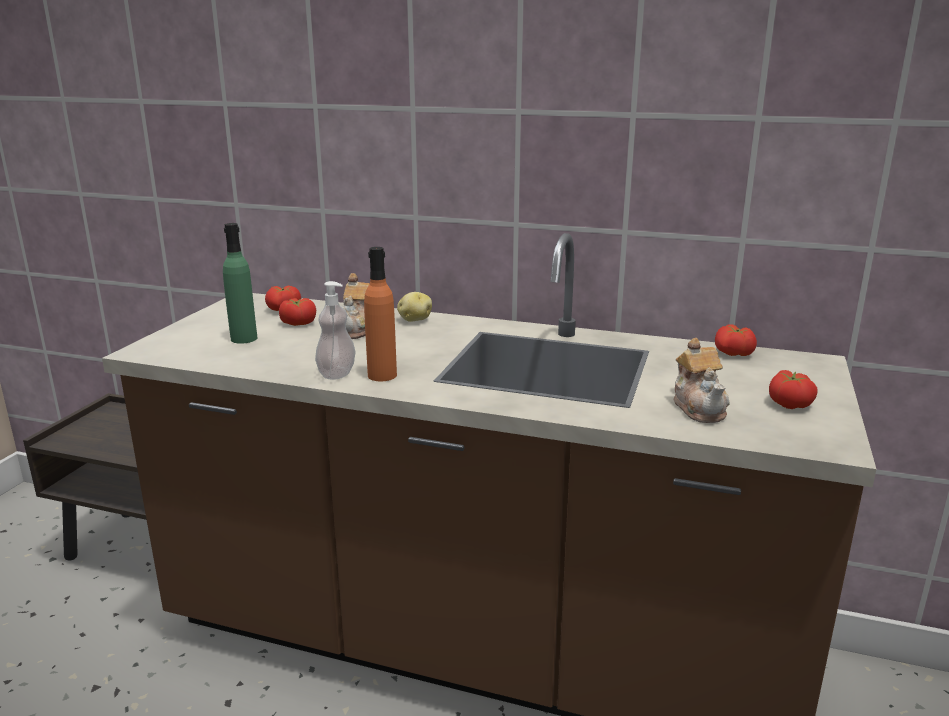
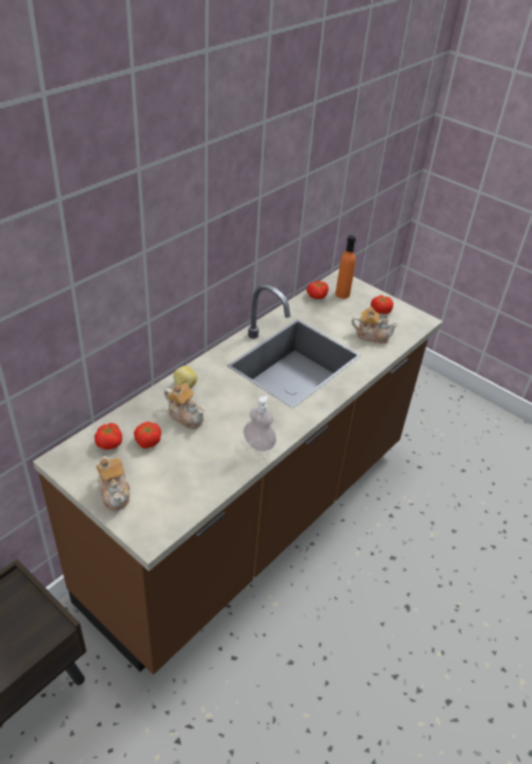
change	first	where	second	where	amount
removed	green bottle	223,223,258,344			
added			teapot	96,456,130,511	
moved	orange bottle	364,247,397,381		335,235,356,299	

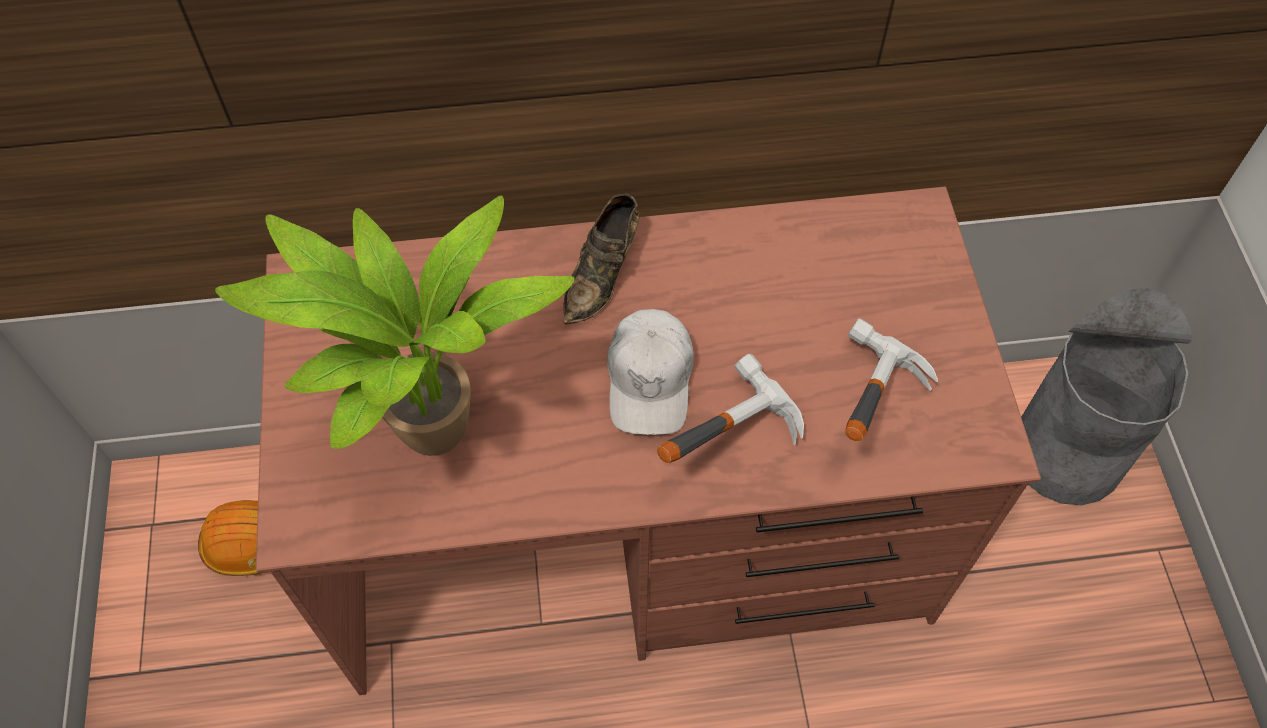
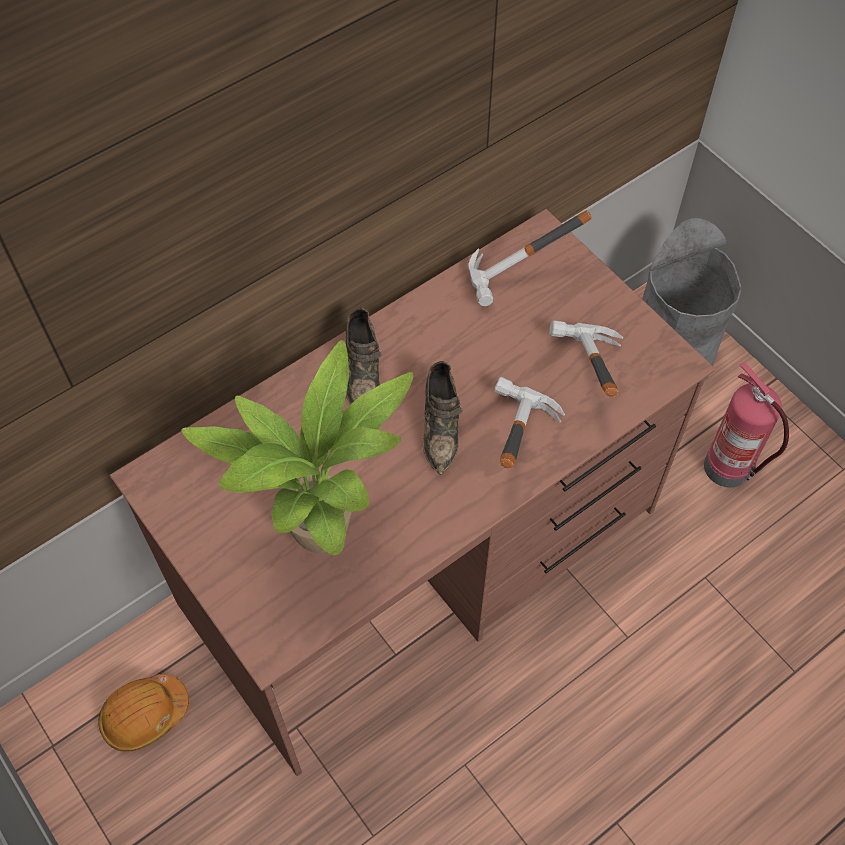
change	first	where	second	where	amount
added			hammer	469,210,592,306	
added			fire extinguisher	704,362,789,488	
replaced	white cap	607,309,694,435	brown shoe	423,361,462,475	

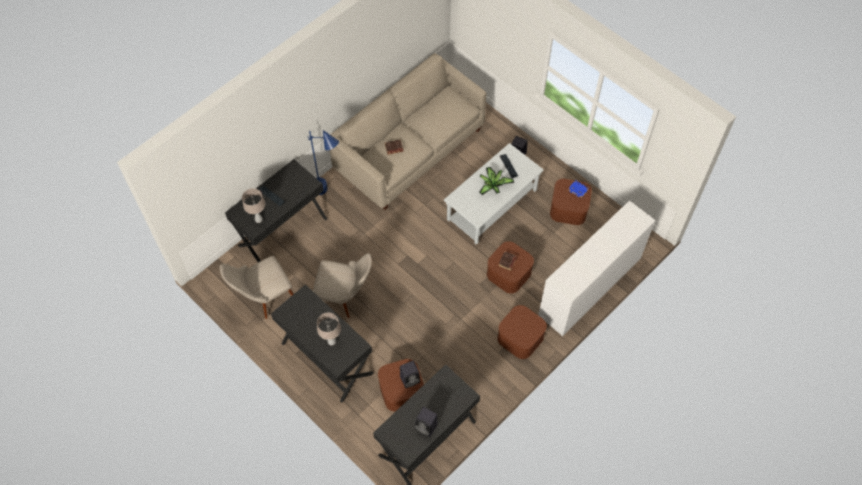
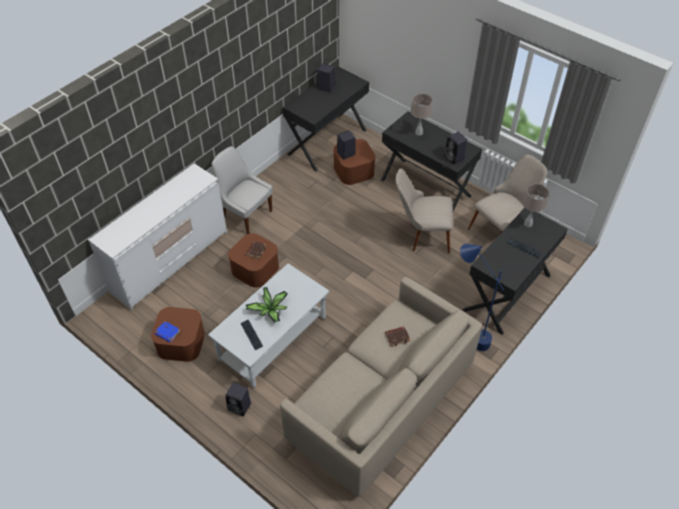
change	first	where	second	where	amount
added			black speaker	444,132,467,164	
replaced	brown storage box	498,305,547,359	white chair	212,146,273,234	

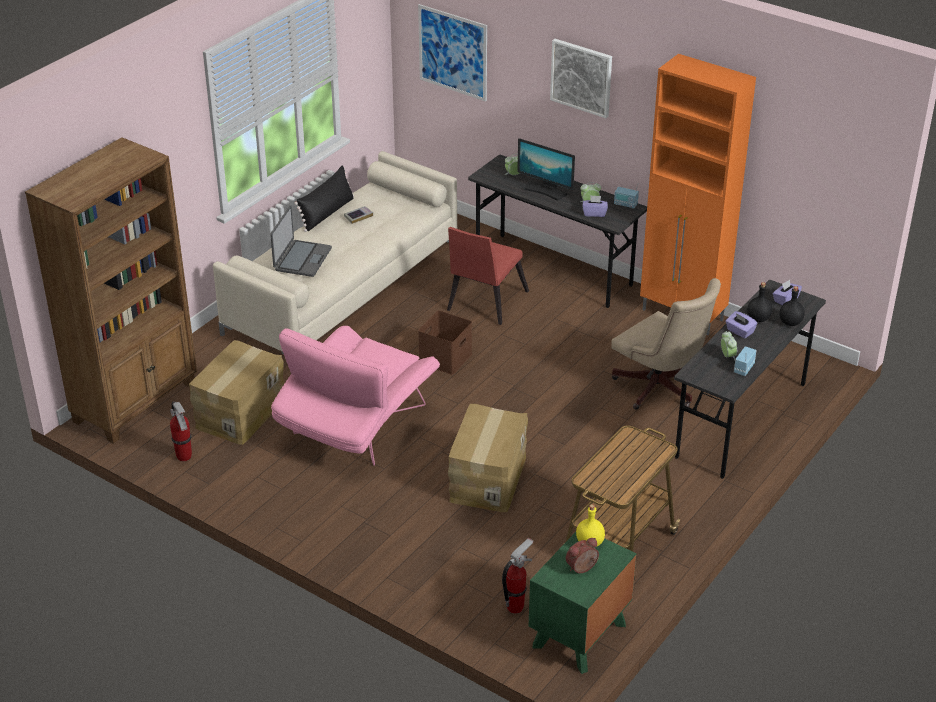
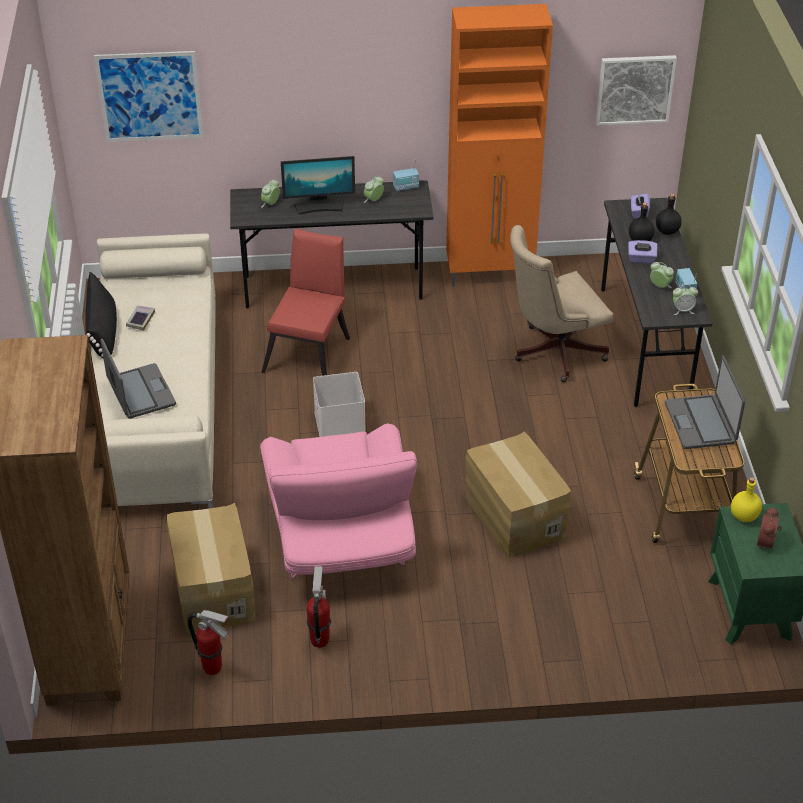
change	first	where	second	where	amount
removed	purple tissue box	582,195,608,217			
added			laptop	665,355,745,449	
added			alarm clock	673,284,698,315	
moved	fire extinguisher	502,538,534,614		306,565,331,648	
moved	picture	550,39,612,118		596,55,677,126	
recoloured	brown storage box	418,310,472,375	white storage box	313,372,366,437	
turned	red chair	447,227,529,325		262,229,350,376	150 degrees counterclockwise
turned	beige office chair	611,278,721,410		510,225,613,382	150 degrees clockwise

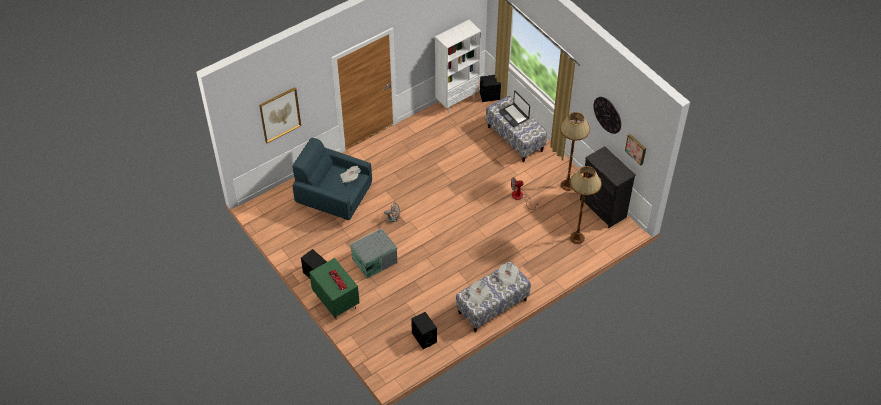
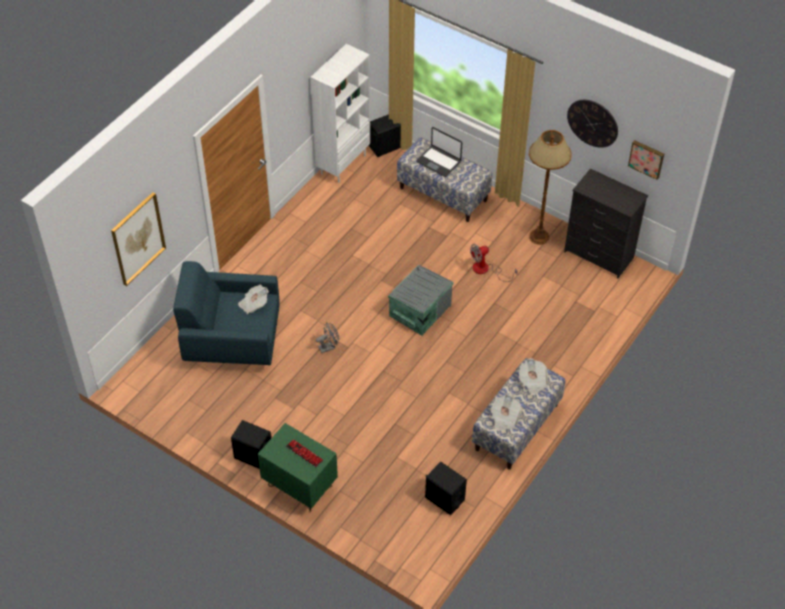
change	first	where	second	where	amount
removed	brown floor lamp	570,166,602,244			
moved	grey storage box	350,229,397,279		388,265,453,336	

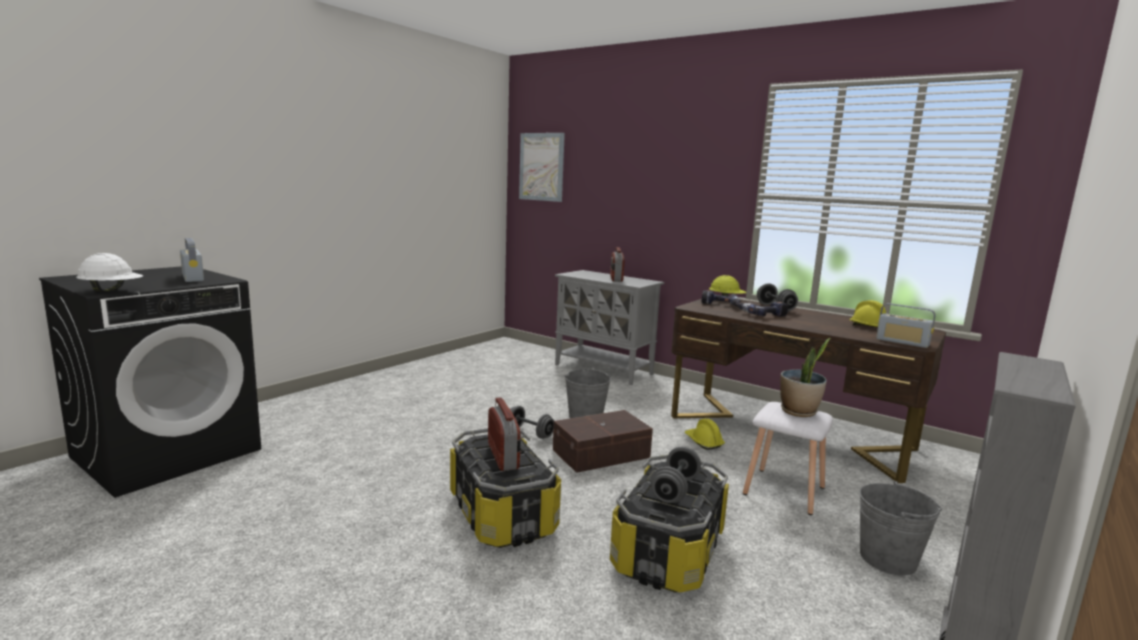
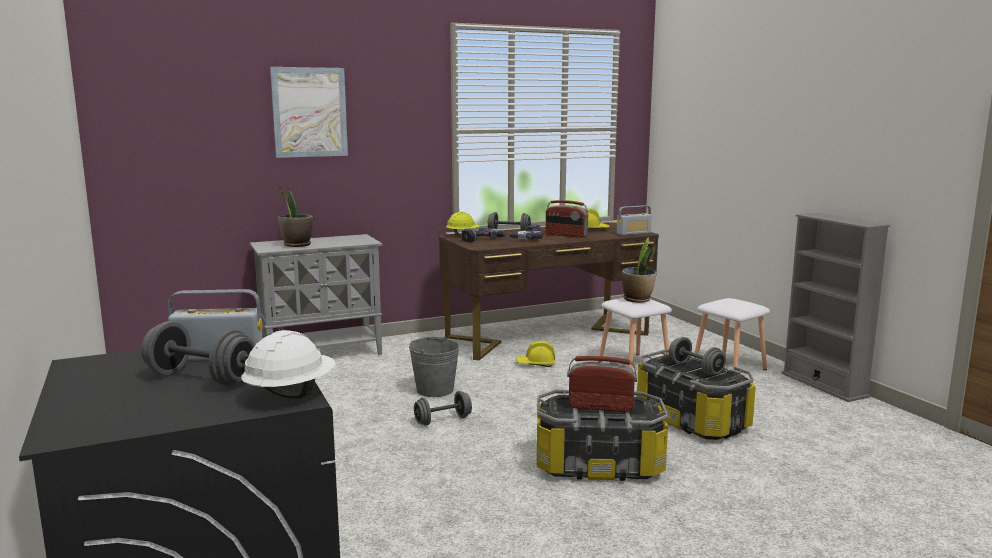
change	first	where	second	where	amount
removed	brown storage box	553,410,653,473			
added			grey dumbbell	141,321,255,386	
added			potted plant	278,185,313,247	
moved	picture	519,133,565,202		270,67,348,158	
moved	radio	610,247,625,282		546,200,589,238	
replaced	grey bucket	859,481,942,576	white stool	693,298,770,372	

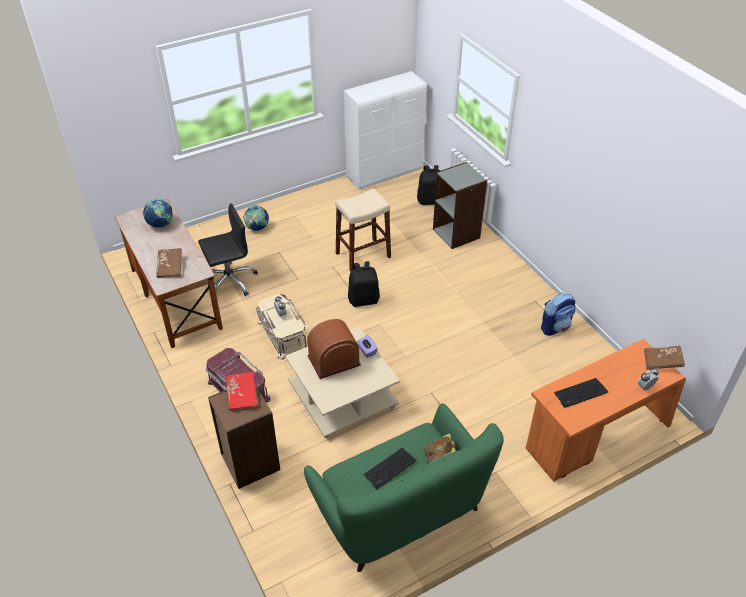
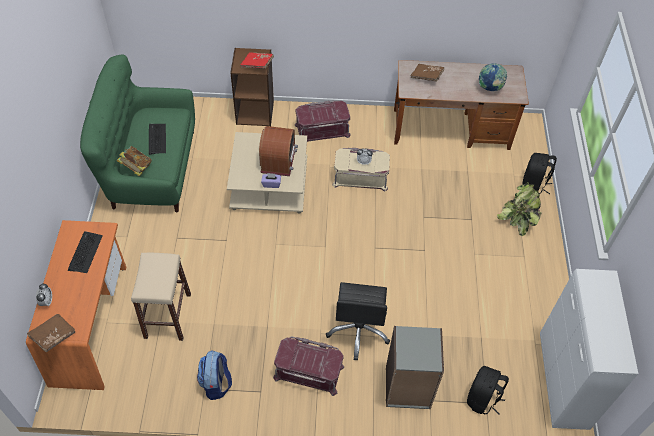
change	first	where	second	where	amount
added			red storage box	273,336,344,396	
moved	black office chair	198,203,258,297		326,282,390,361	
moved	beige stool	335,188,391,272		131,253,191,341	
moved	black backpack	348,261,380,307		522,153,557,194	
replaced	globe	243,205,269,231	potted plant	497,182,542,236	

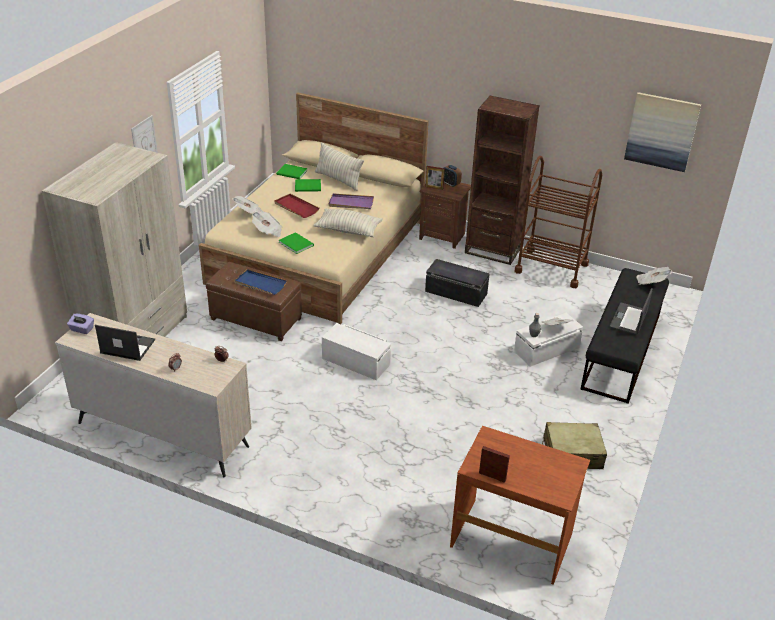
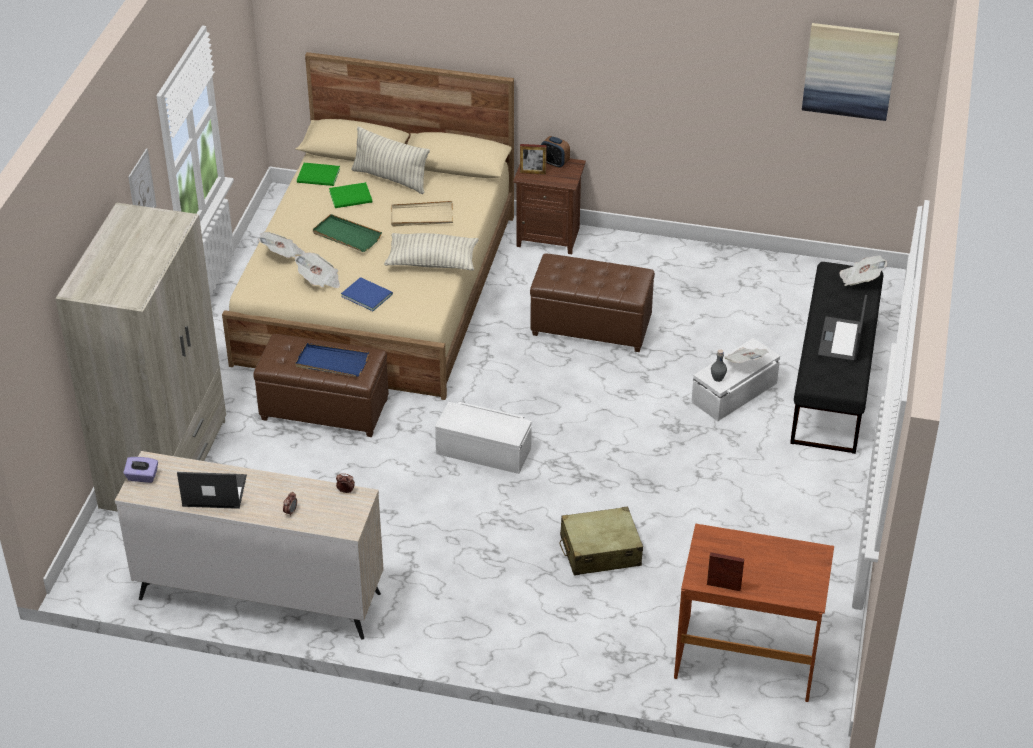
change	first	where	second	where	amount
removed	brown bookcase	465,96,540,265			
removed	brown cart	515,156,602,288			
moved	beige suitcase	542,422,607,469		560,507,643,576	
replaced	black storage box	425,259,490,307	brown ottoman	530,253,655,352	
recoloured	red tray	275,194,319,218	green tray	313,214,382,252	
recoloured	green book	279,232,314,254	blue book	341,277,393,311	
recoloured	purple tray	329,194,374,209	beige tray	391,201,453,227	

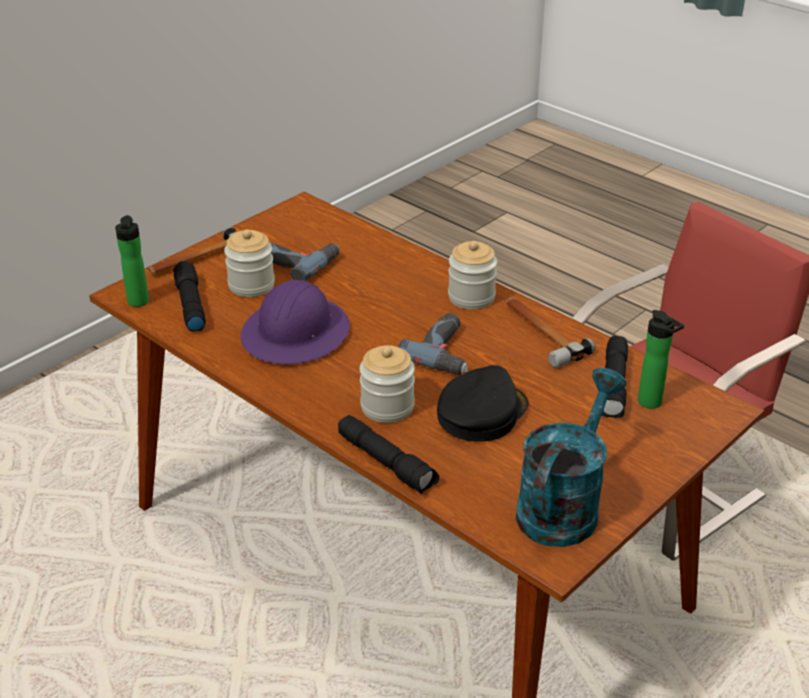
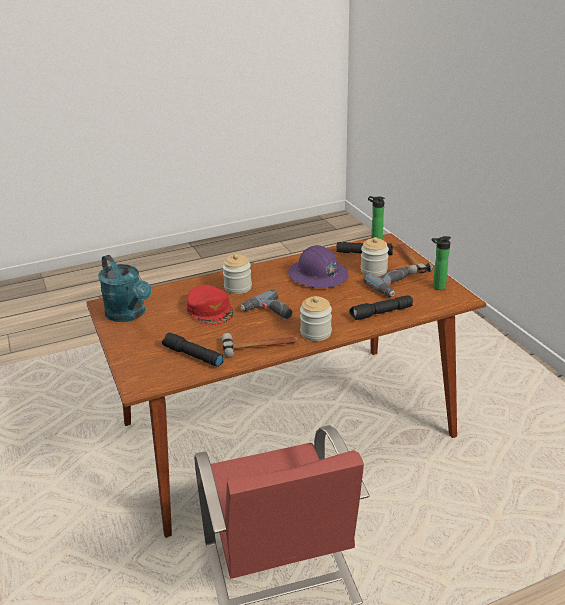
change	first	where	second	where	amount
moved	black flashlight	338,415,439,494		349,295,413,320	
moved	bottle	638,310,684,409		432,236,451,290	
recoloured	black cap	437,365,528,442	red cap	186,285,233,326	

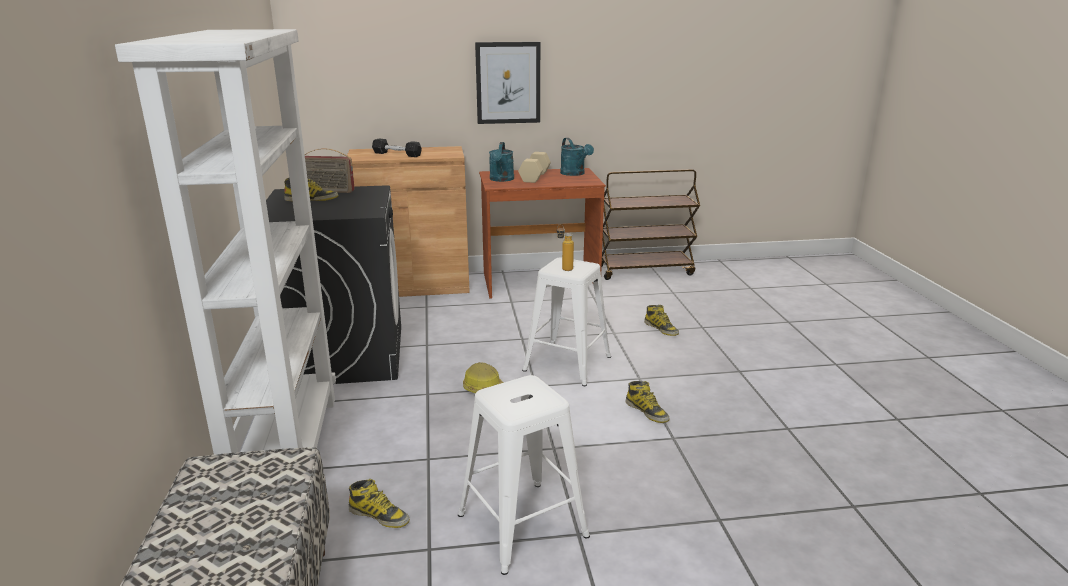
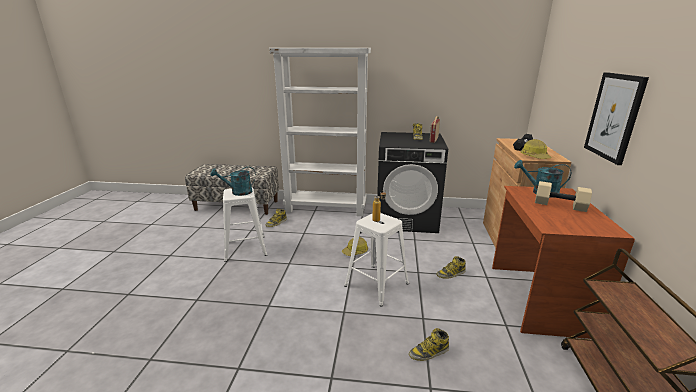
change	first	where	second	where	amount
added			hard hat	521,139,552,159	
moved	turquoise watering can	560,138,594,176		211,167,256,196	
moved	boot	626,381,670,423		436,256,466,278	

